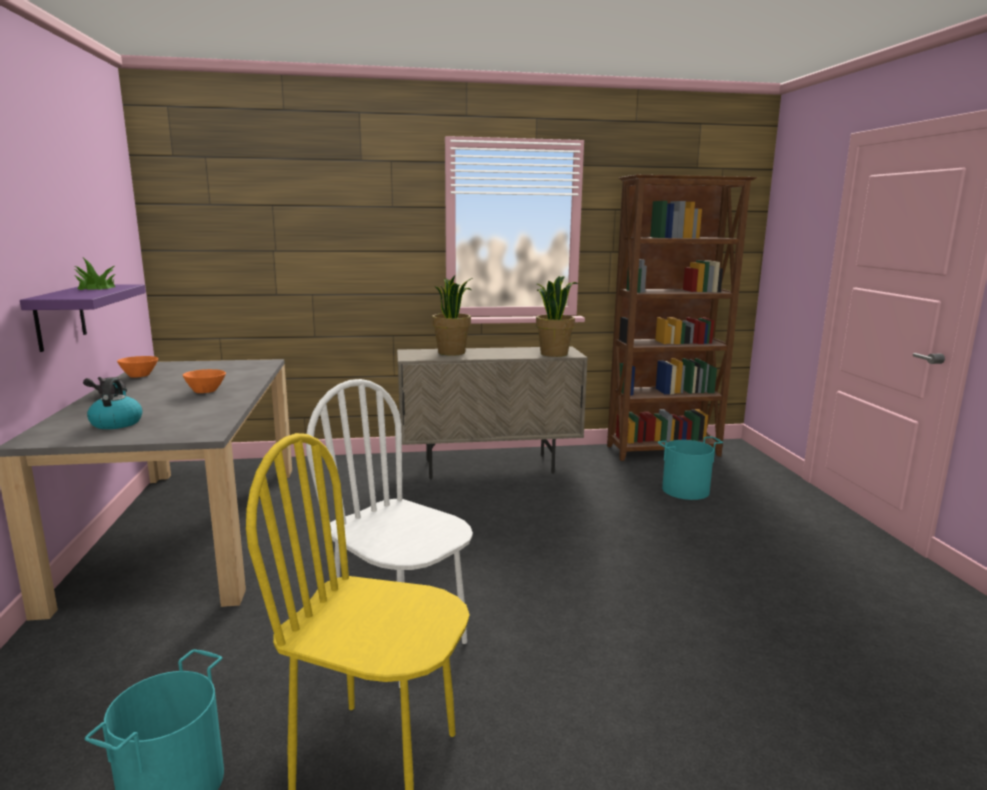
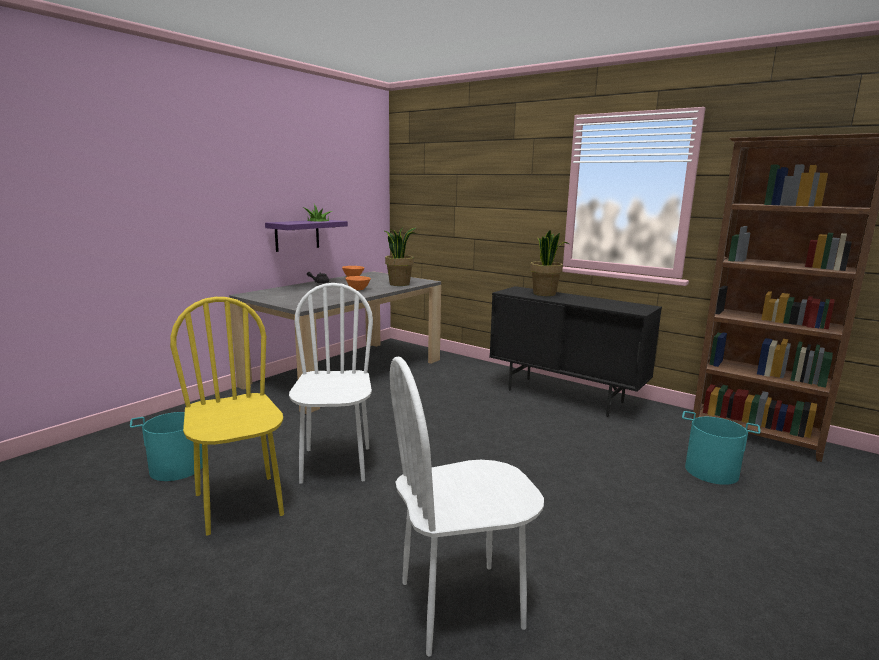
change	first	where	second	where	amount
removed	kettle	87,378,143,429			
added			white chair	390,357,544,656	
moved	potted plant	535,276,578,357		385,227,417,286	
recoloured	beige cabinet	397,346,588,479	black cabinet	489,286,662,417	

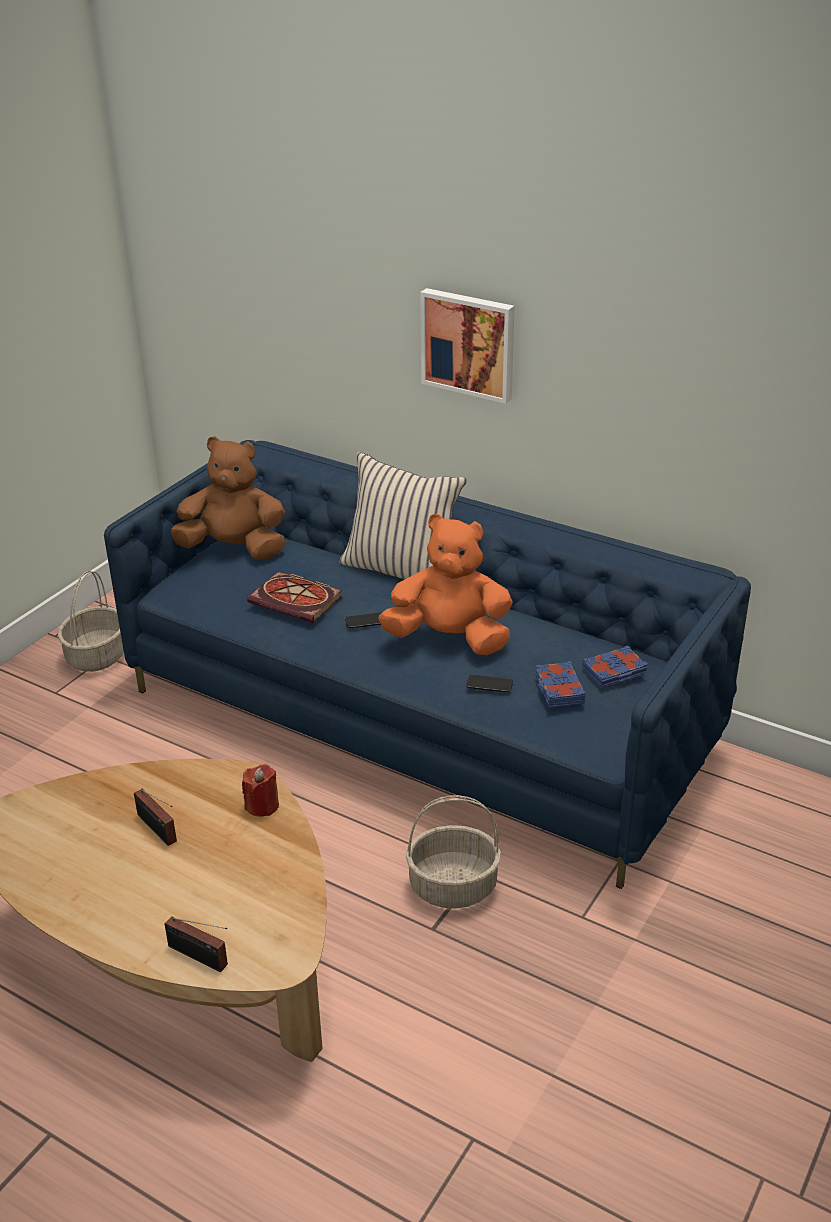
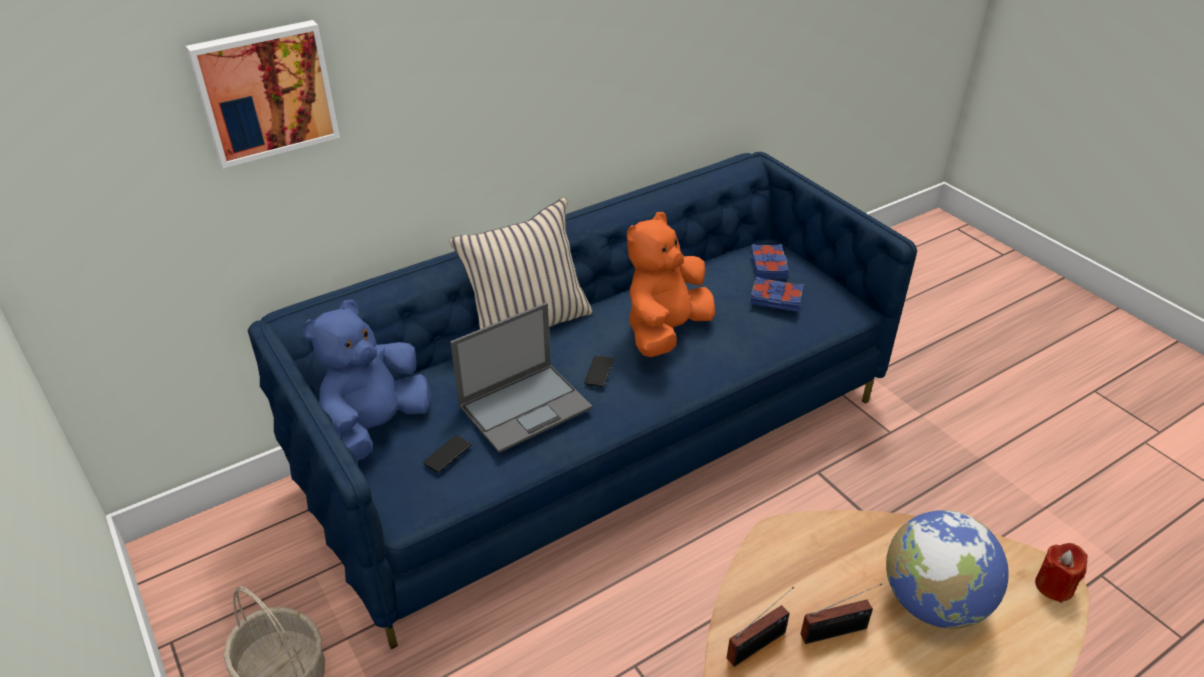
change	first	where	second	where	amount
removed	basket	406,795,501,909			
added			globe	886,510,1009,629	
moved	radio	165,917,228,972		727,587,794,667	
moved	red candle	242,764,279,817		1035,543,1087,603	
moved	picture	420,288,515,404		186,20,340,168	
moved	phone	466,675,513,693		423,435,472,473	
replaced	book	247,571,343,623	laptop	450,302,592,453	
recoloured	brown plush toy	171,436,285,560	blue plush toy	303,300,431,461	

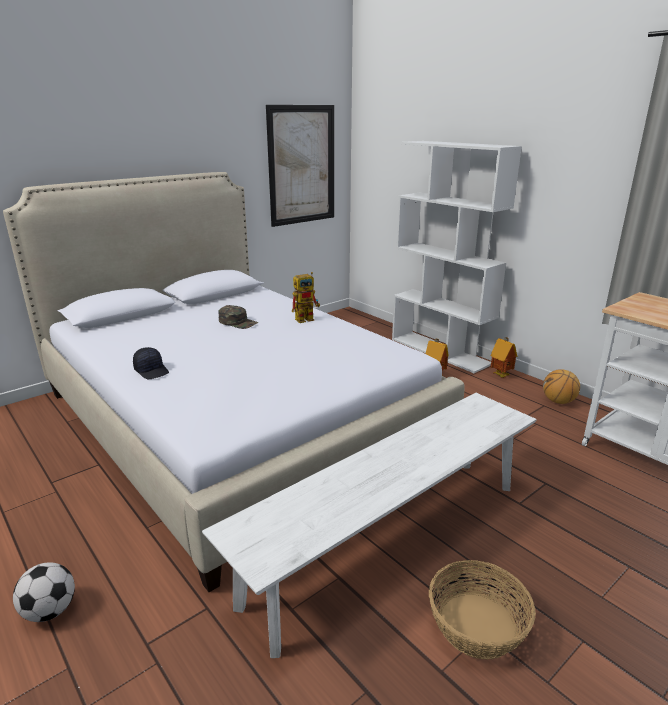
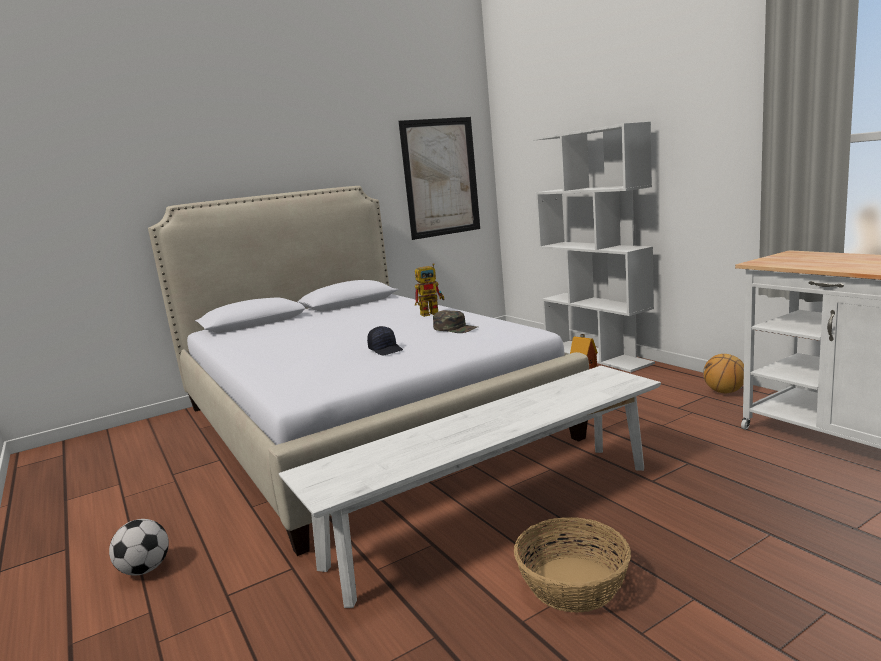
change	first	where	second	where	amount
removed	toy house	490,337,518,378			
moved	black cap	133,347,169,379		367,326,403,355	
moved	green cap	218,305,258,329		433,310,477,333	

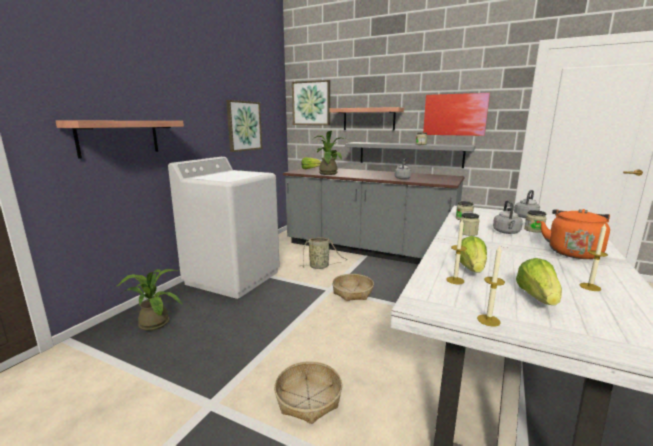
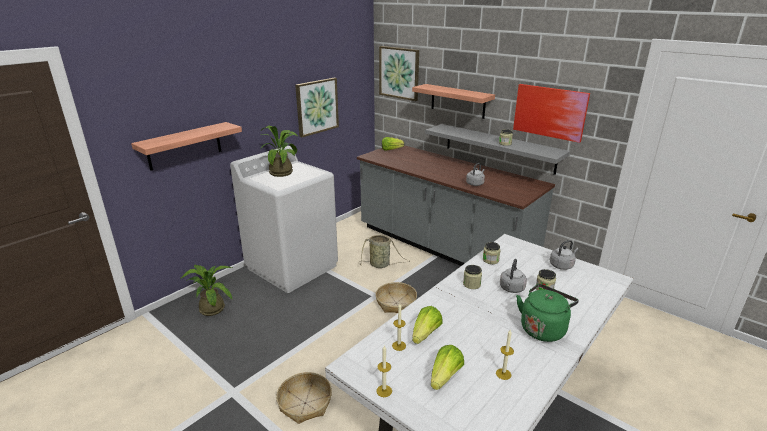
change	first	where	second	where	amount
moved	potted plant	312,131,346,175		260,126,298,177	
recoloured	orange kettle	540,209,610,259	green kettle	516,284,579,342	

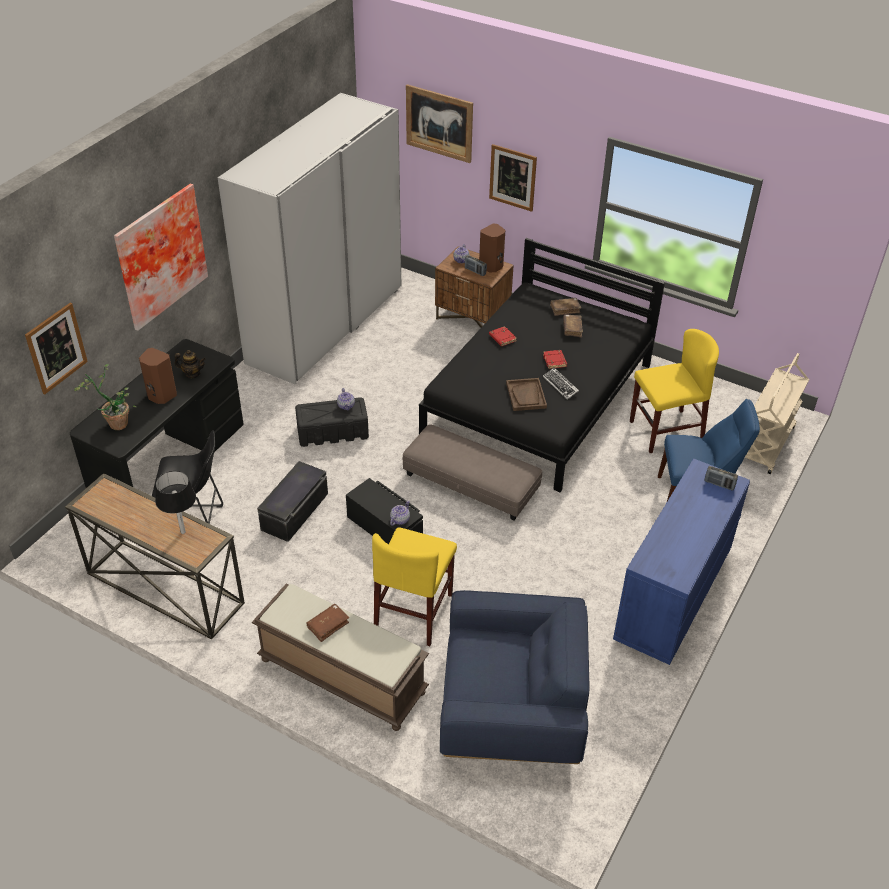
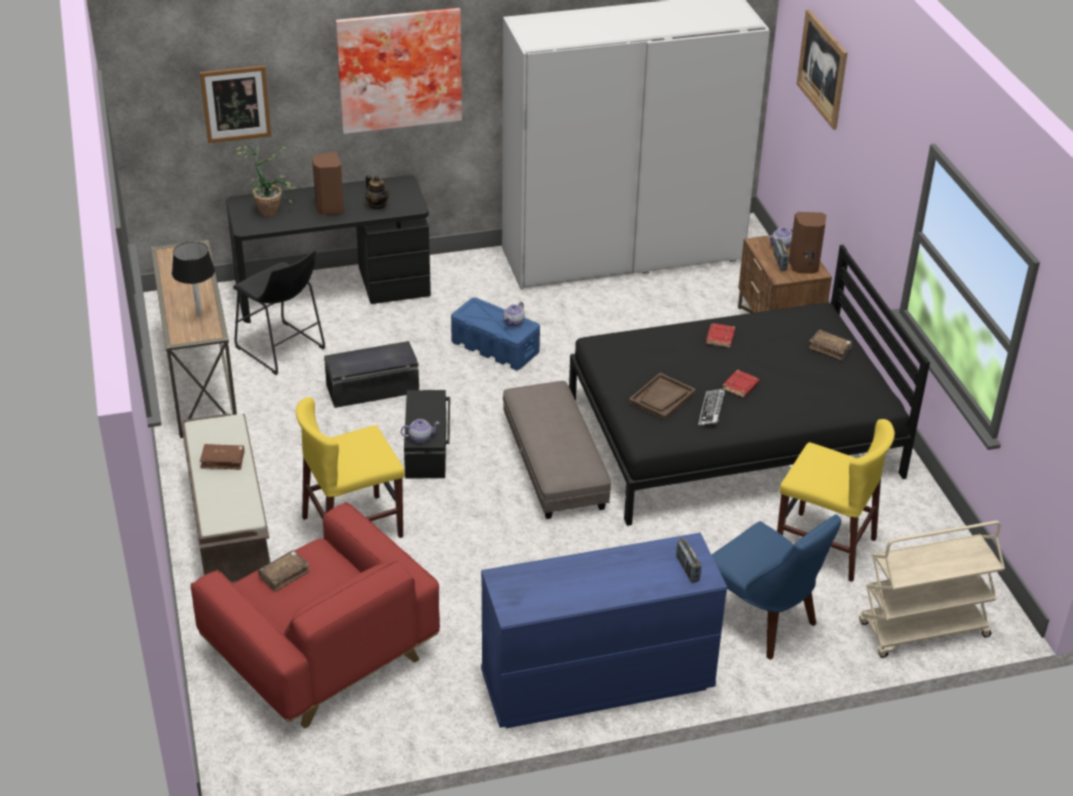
change	first	where	second	where	amount
removed	picture	489,144,537,212			
moved	brown book	563,314,583,337		258,550,310,592	
recoloured	black storage box	295,397,369,447	blue storage box	451,297,540,370	
recoloured	blue armchair	440,590,589,764	red armchair	191,502,440,728	

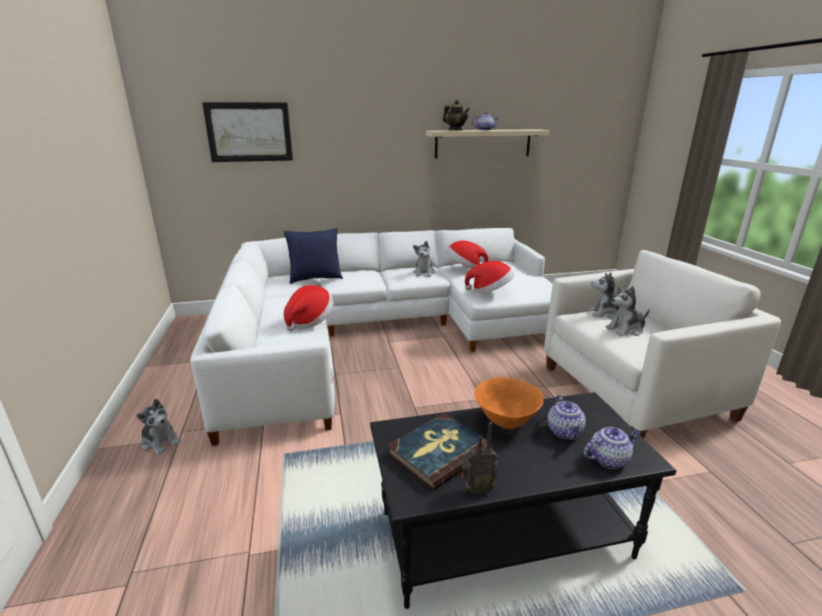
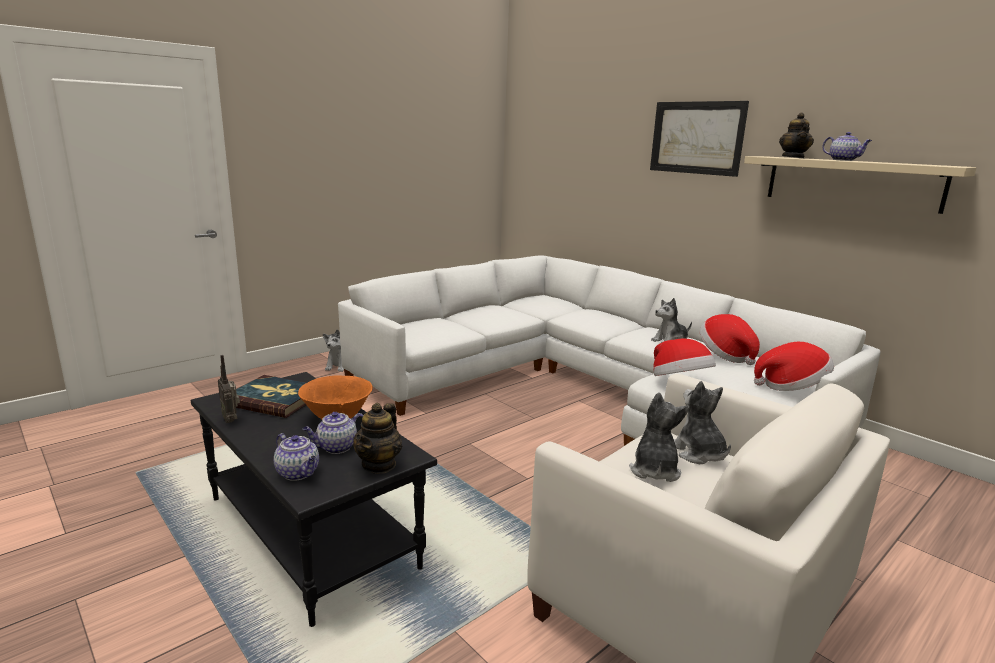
change	first	where	second	where	amount
removed	blue pillow	283,228,343,284			
added			teapot	353,403,402,474	
moved	picture	202,102,293,162		650,101,749,177	
moved	hat	284,285,333,331		754,342,834,391	
turned	plush toy	606,286,650,336		629,392,690,482	60 degrees clockwise

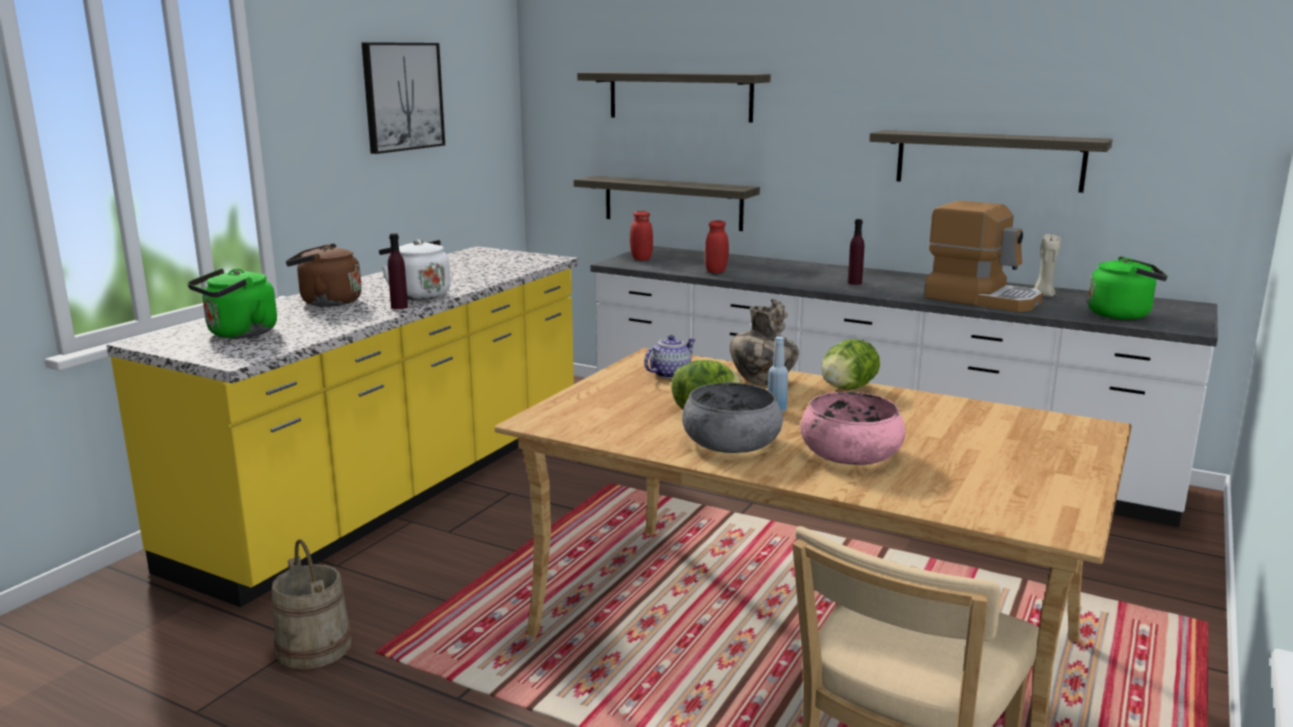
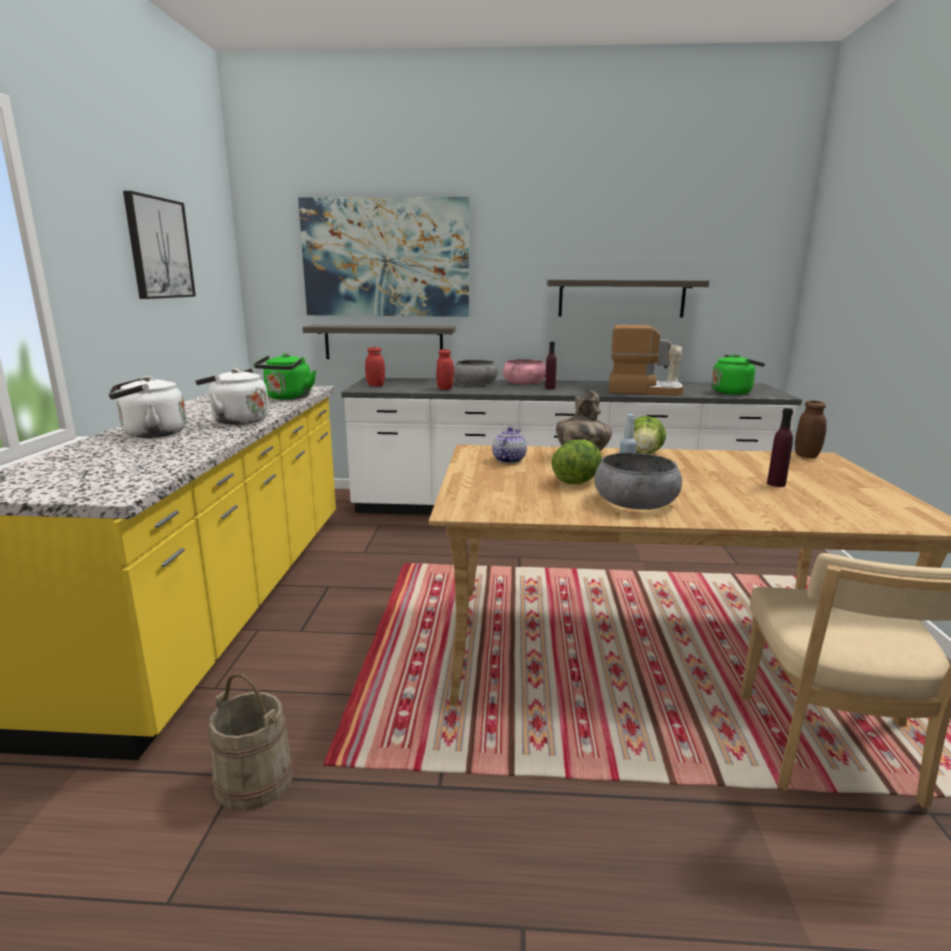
change	first	where	second	where	amount
added			grey bowl	454,360,498,385	
added			brown jar	795,400,827,458	
moved	green kettle	187,268,277,338		254,353,316,400	
moved	purple bottle	388,233,408,309		767,408,793,487	
moved	pink bowl	800,392,905,465		503,359,546,385	
replaced	shelf	577,72,771,122	picture	298,197,469,317	
recoloured	brown kettle	286,243,362,307	white kettle	108,376,186,438	

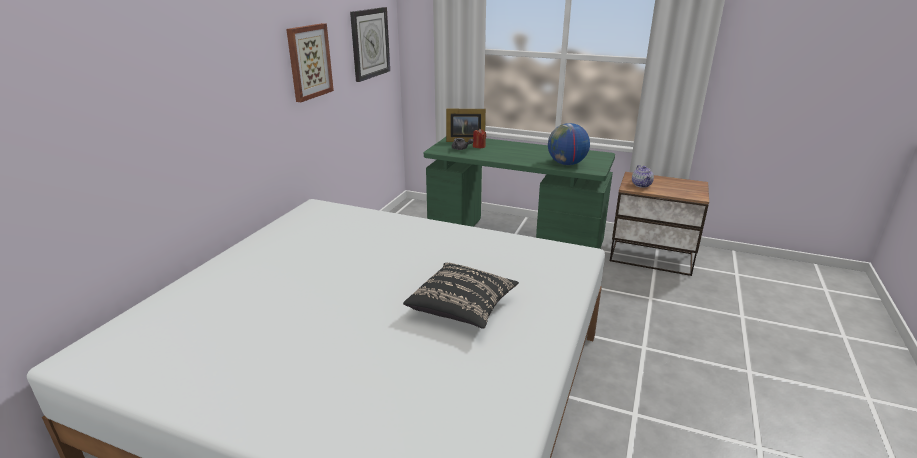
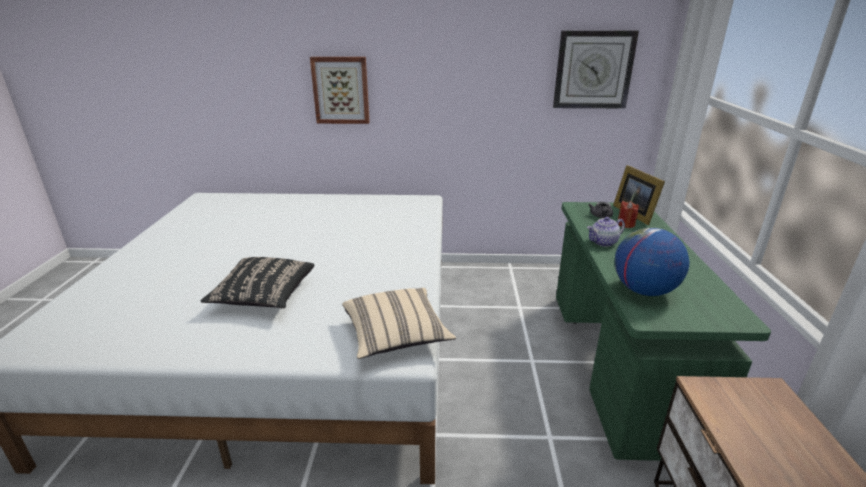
change	first	where	second	where	amount
added			beige pillow	342,288,456,359	
moved	picture	286,23,334,102		310,57,370,124	
moved	teapot	632,165,654,188		587,217,625,247	

